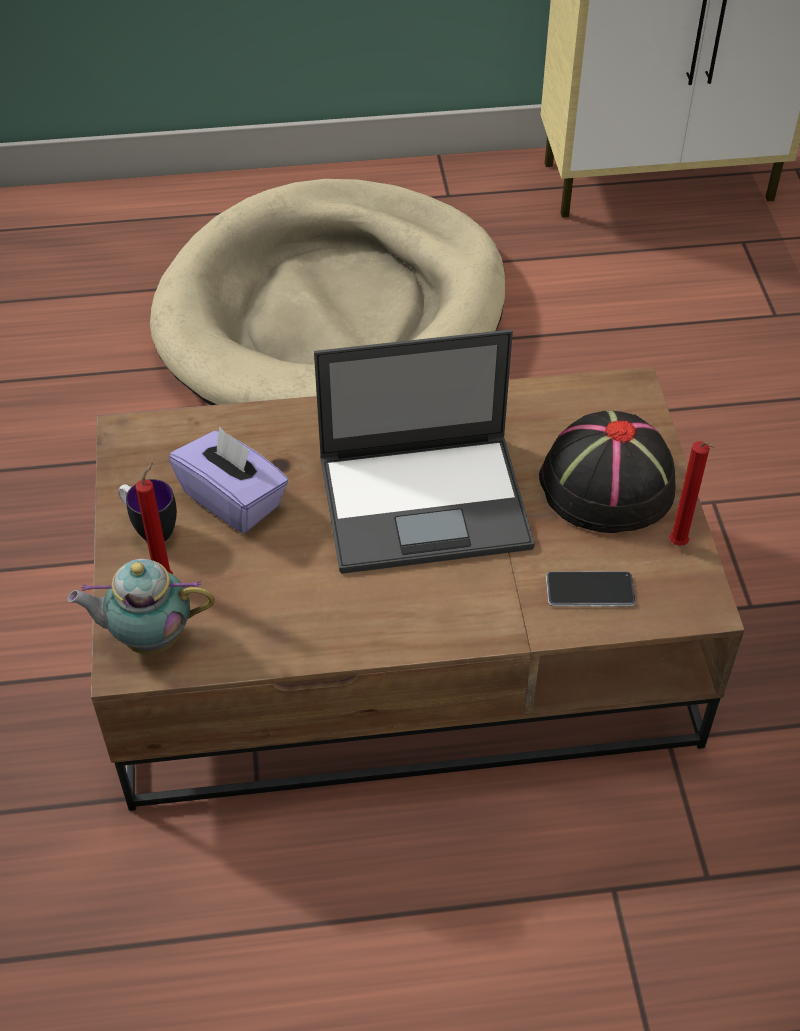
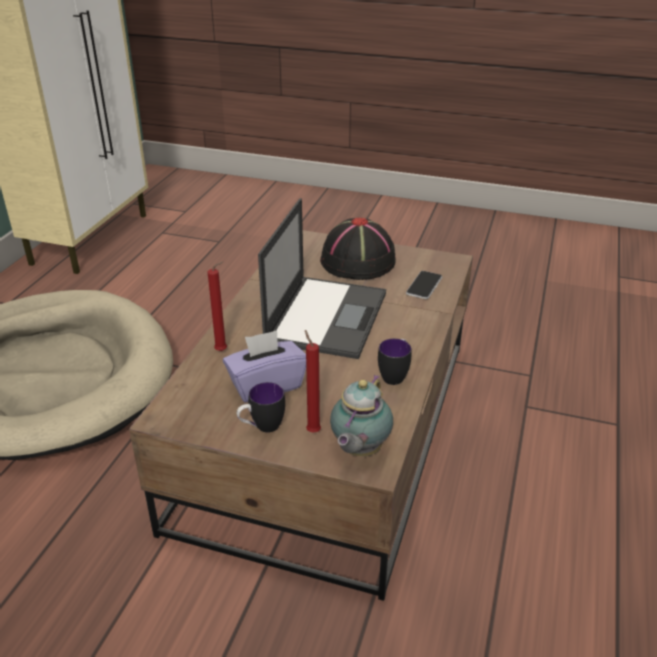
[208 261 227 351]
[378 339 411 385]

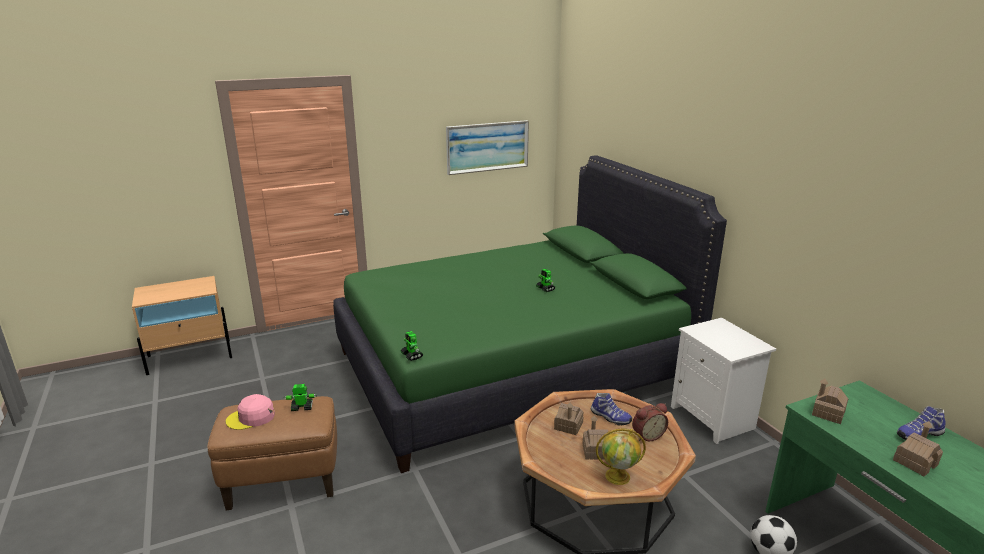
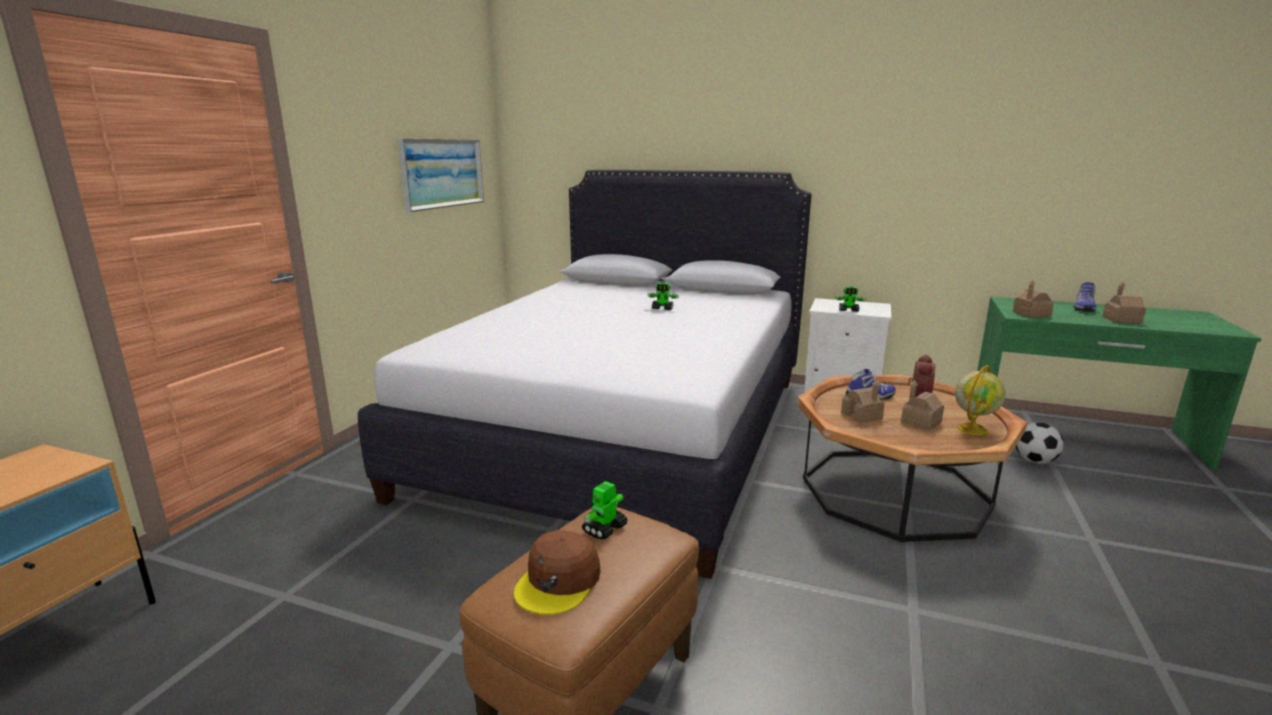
[358 170 812 579]
[514 530 601 615]
[835 286 866 312]

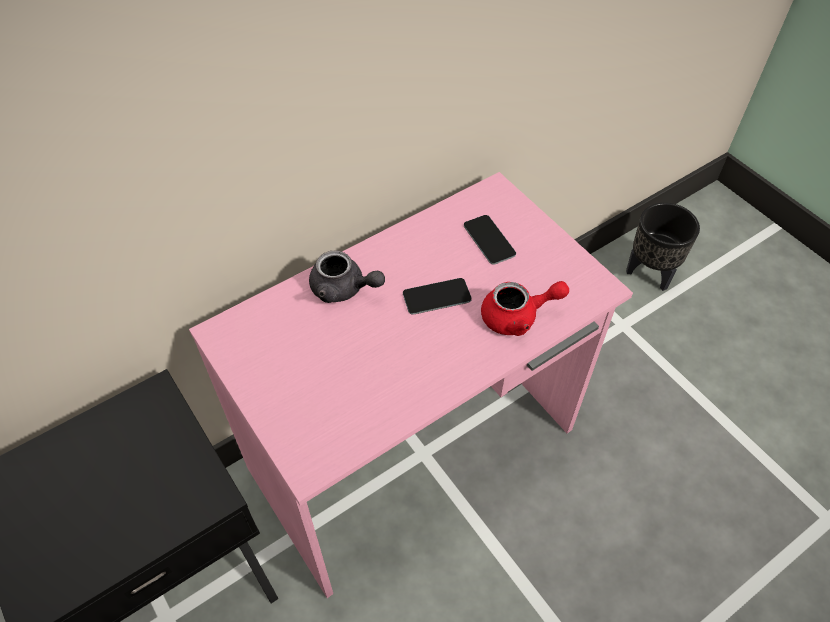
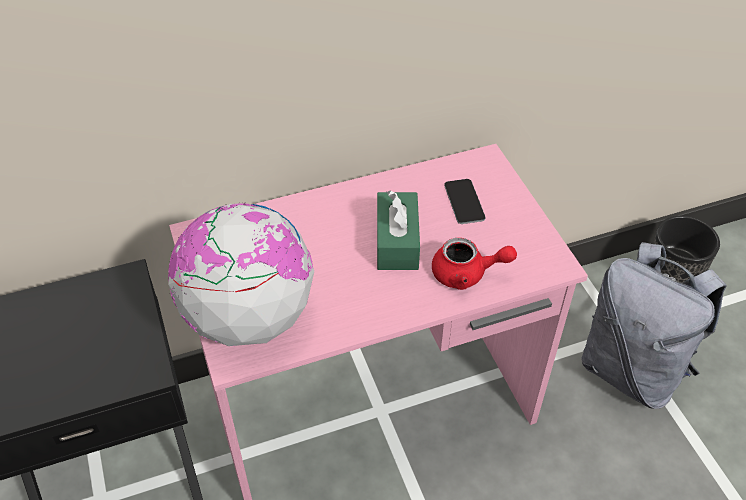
[168 204 314 346]
[377 190 420 270]
[581 242 727 409]
[309 251 385 303] (first image)

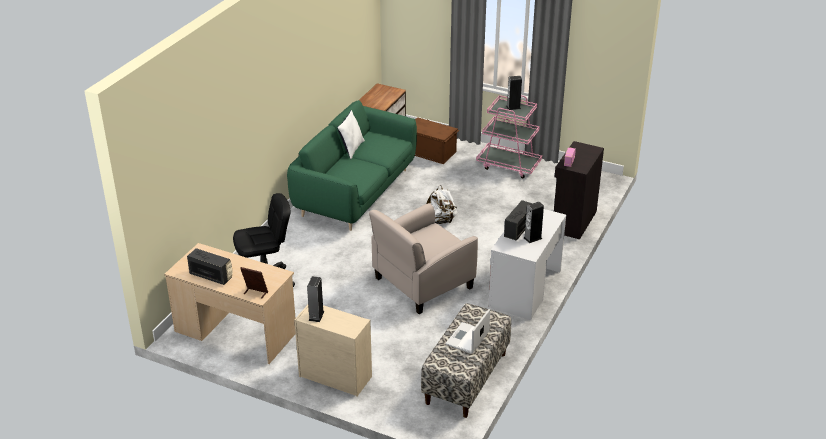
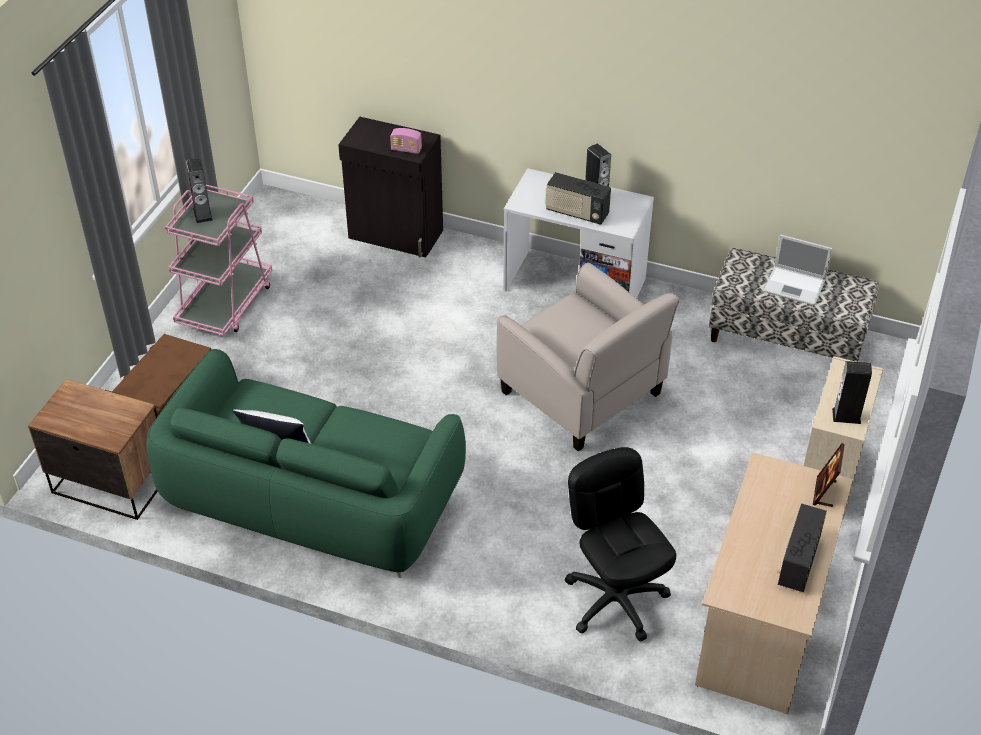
[426 186 458 224] (first image)

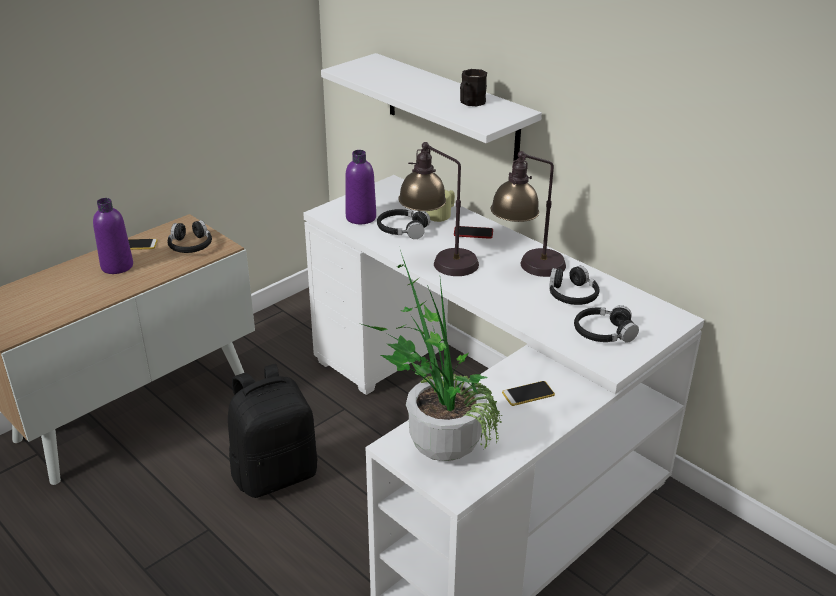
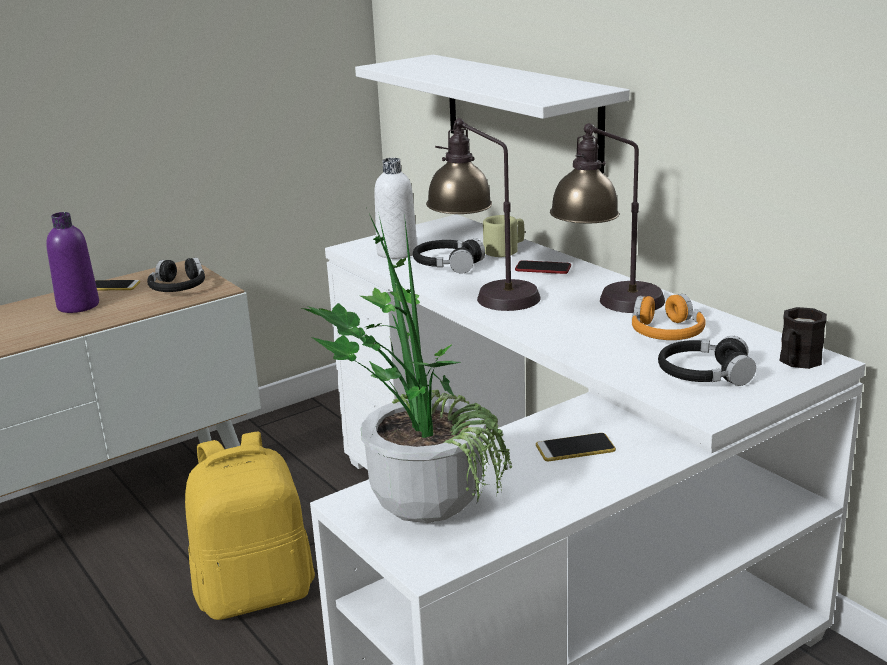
[185 432 315 620]
[374 158 417 259]
[632 294 706 340]
[780 307 827 369]

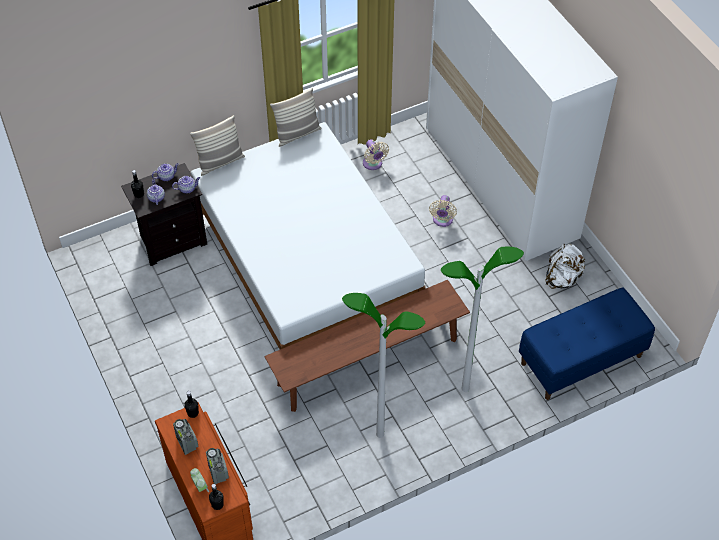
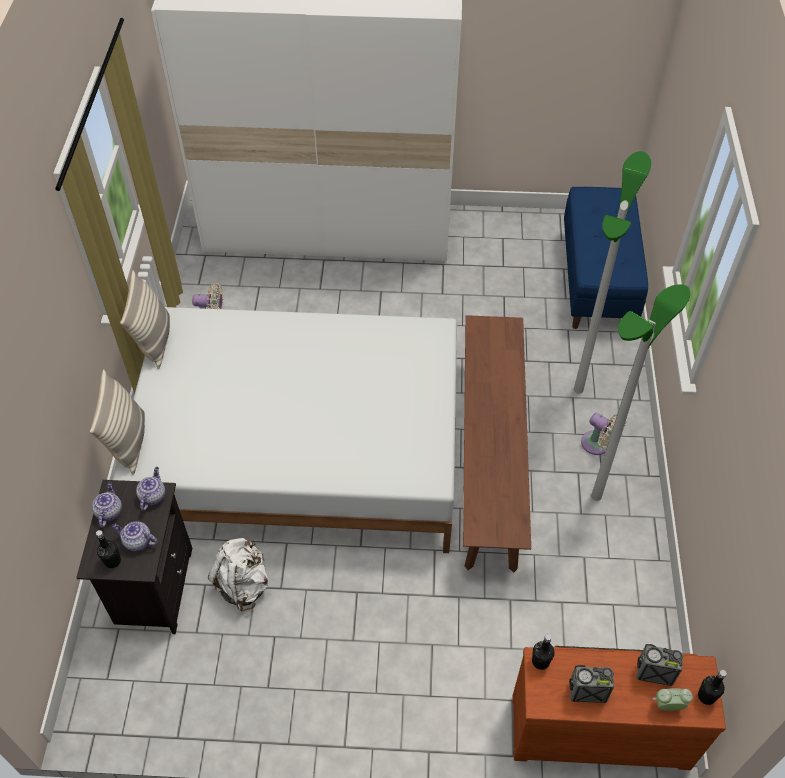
[208 538 268 612]
[581 413 627 455]

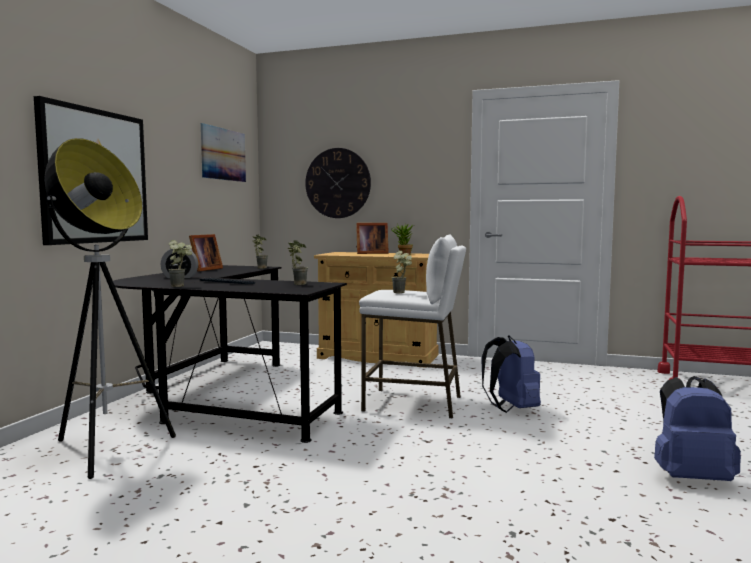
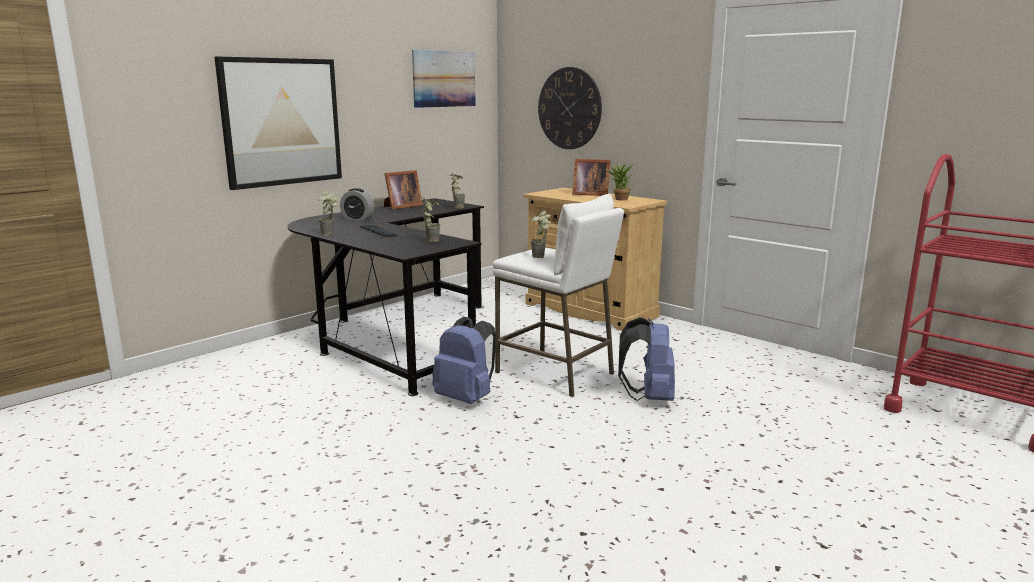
[432 316 496 404]
[44 138 176 479] (first image)

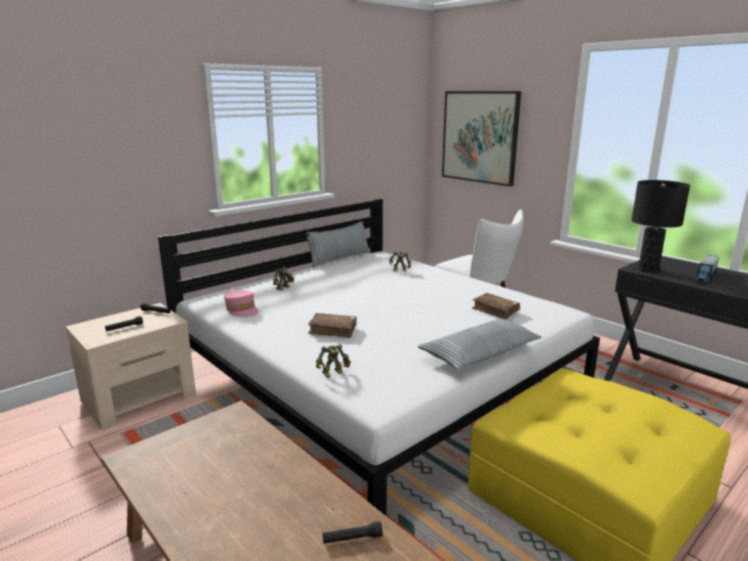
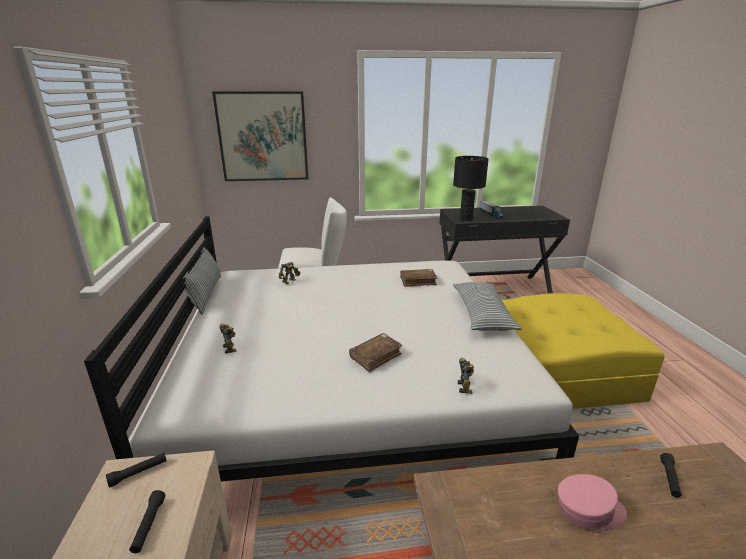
[558 474 627 531]

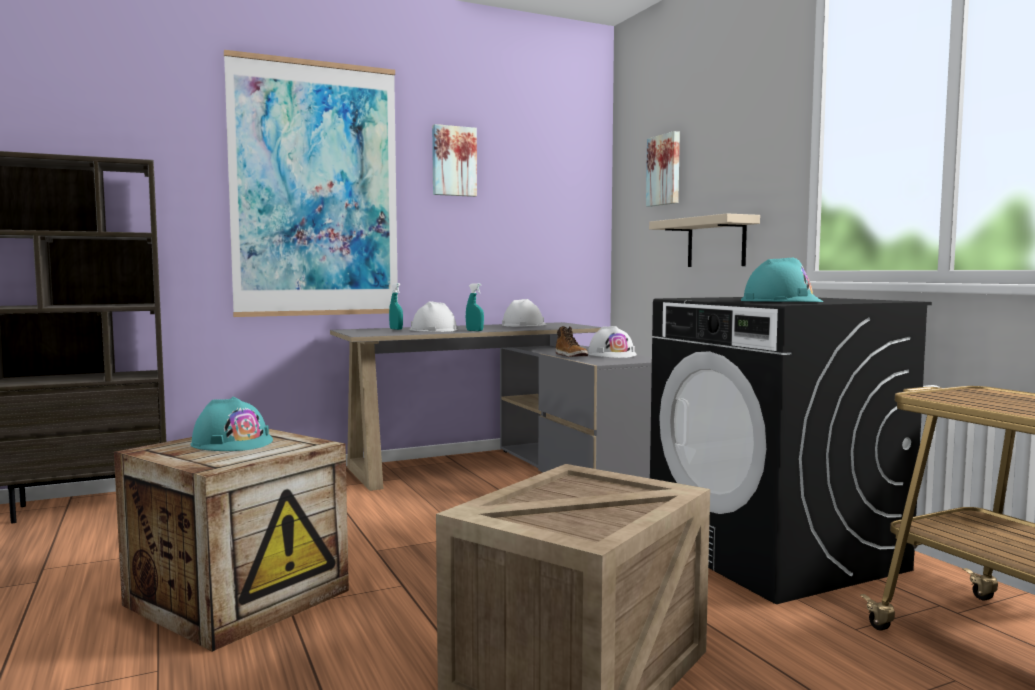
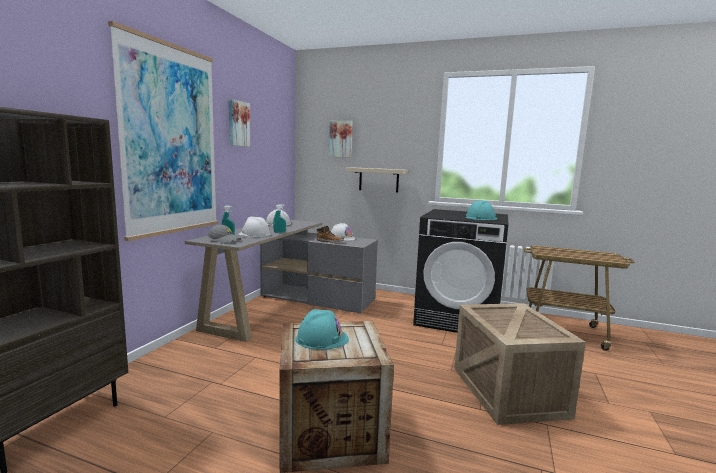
[208 225 241 244]

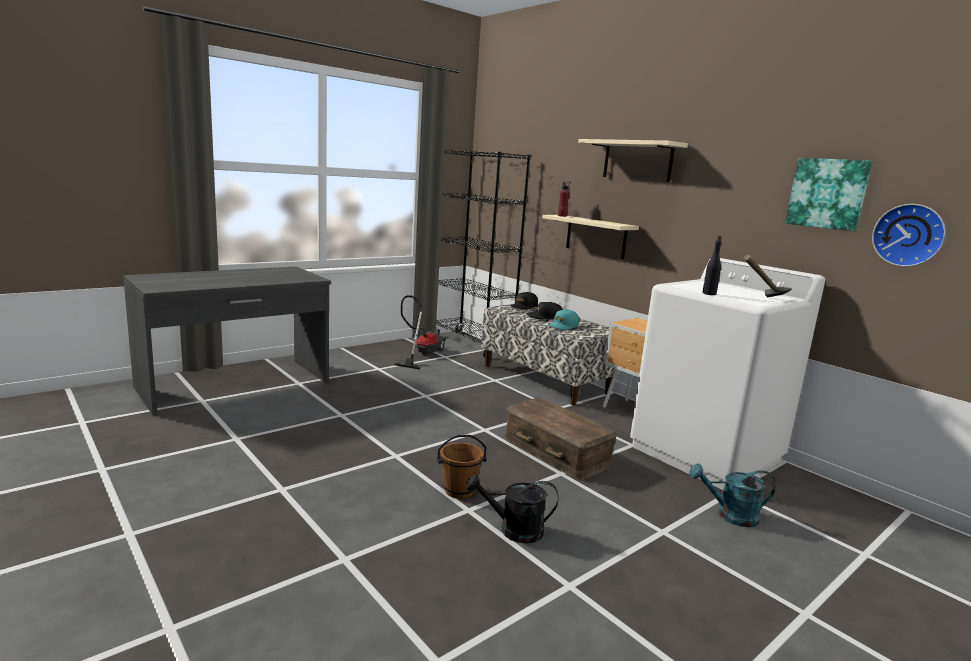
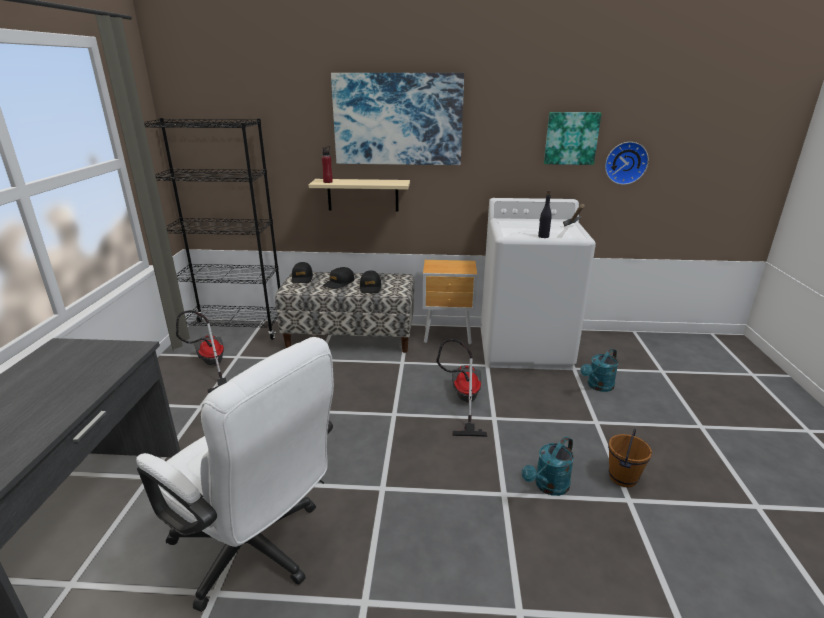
[136 337 334 612]
[331 73 464 165]
[360 270 381 293]
[436 339 488 437]
[522 436 574 496]
[608 429 652 487]

